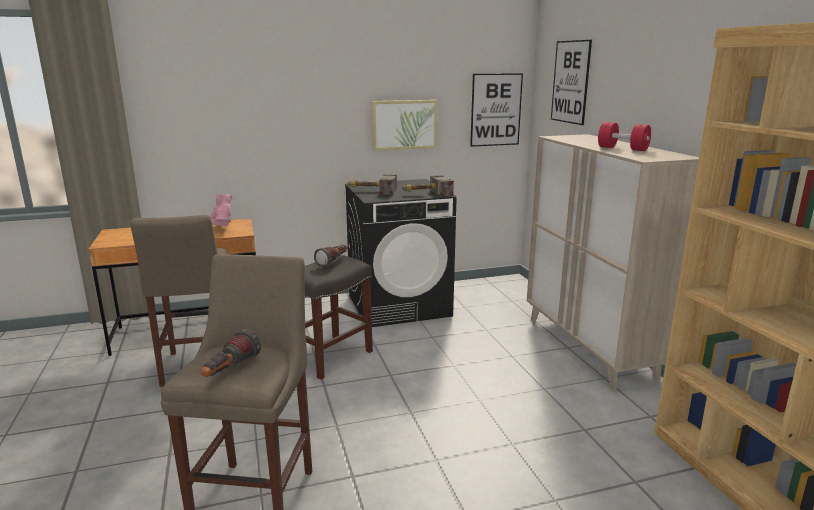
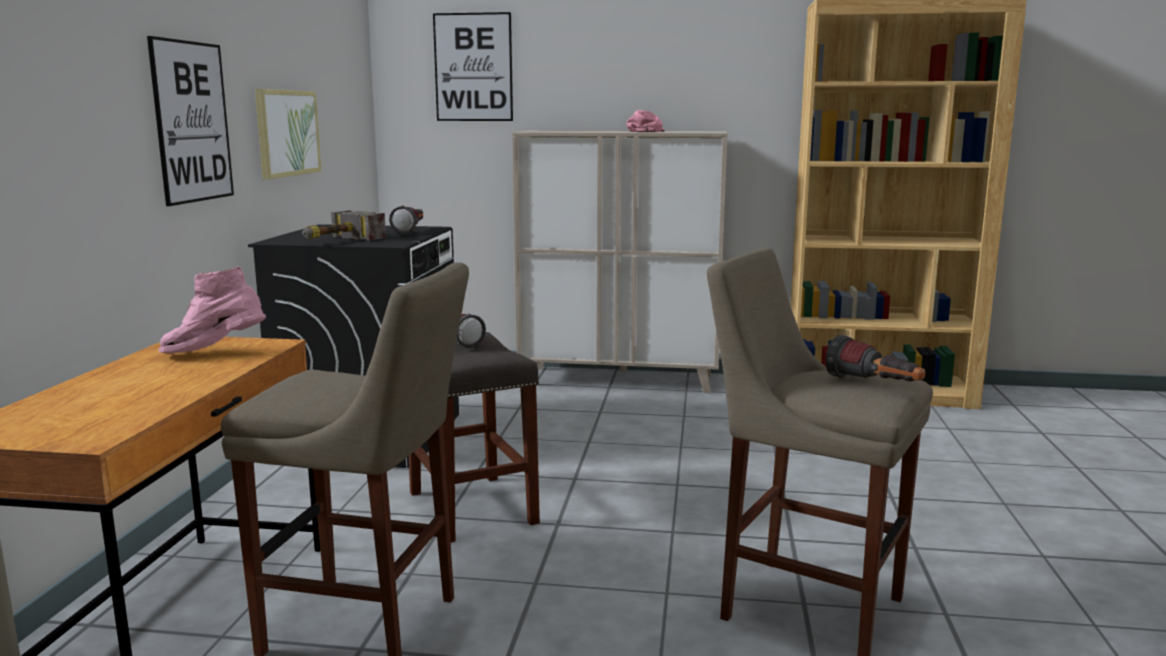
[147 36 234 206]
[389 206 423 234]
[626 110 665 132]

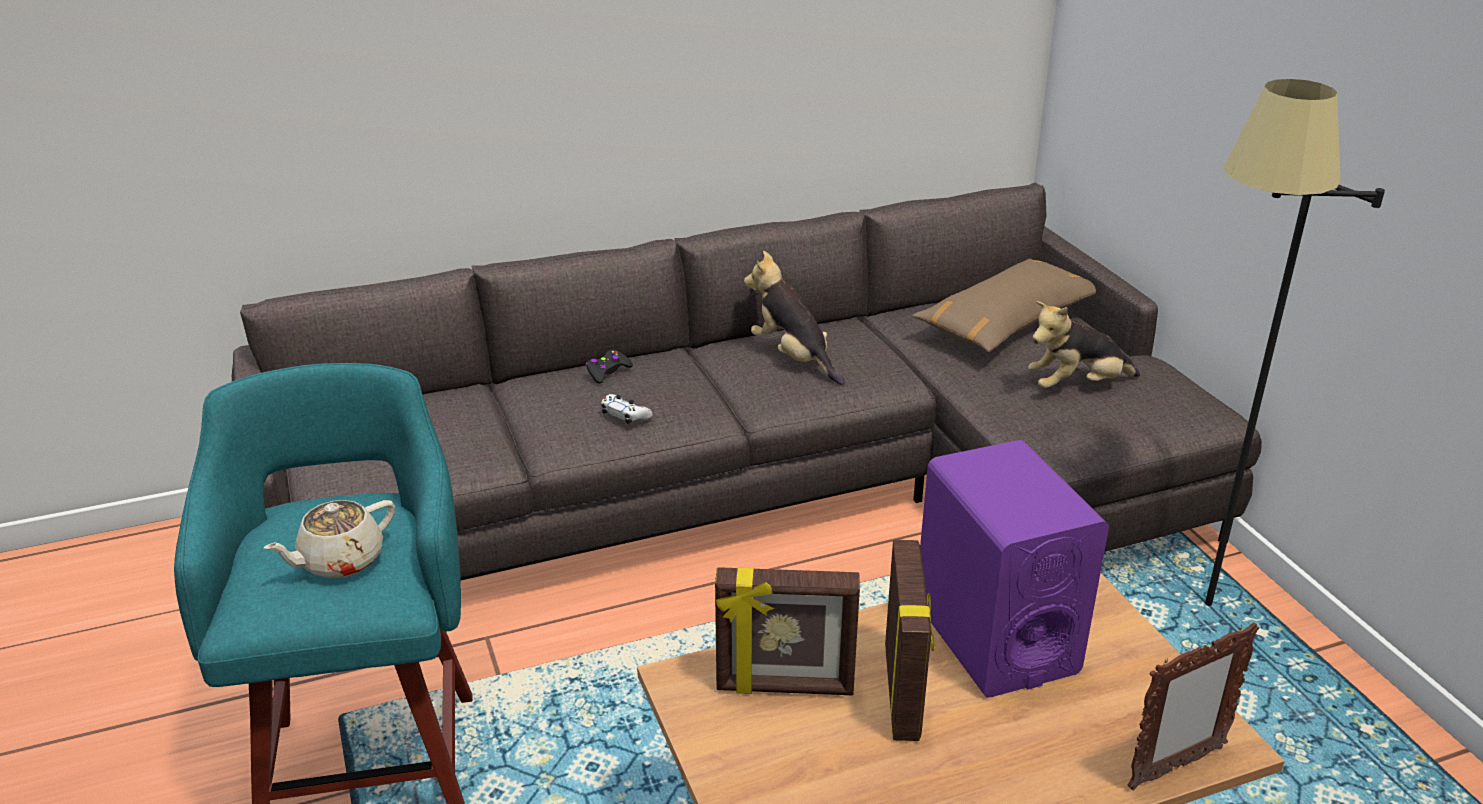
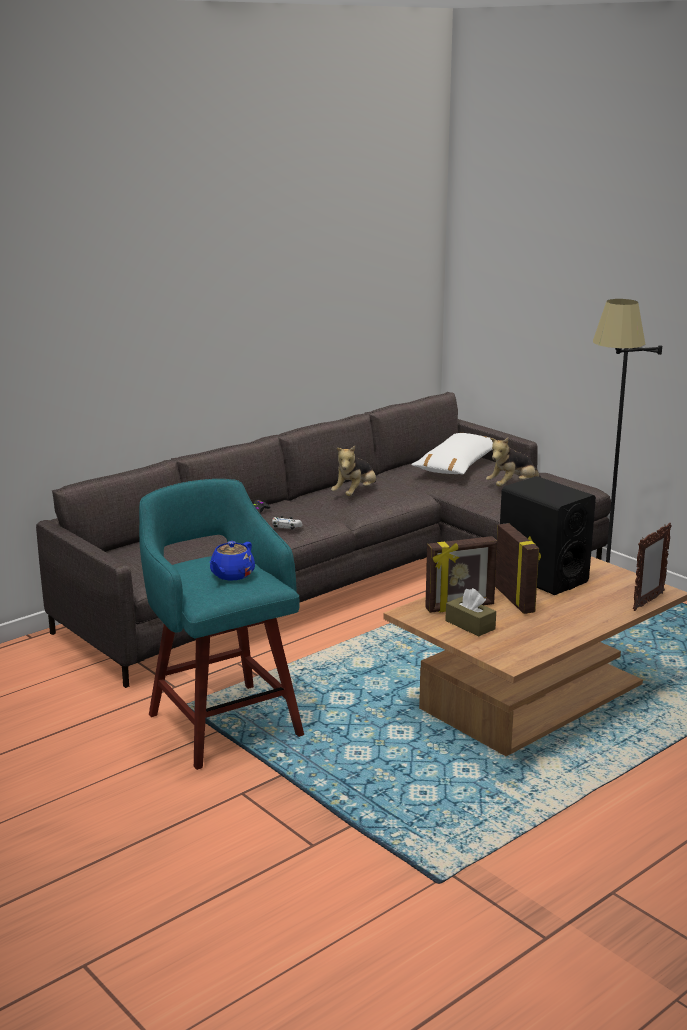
[210 541 255 580]
[331 446 376 496]
[411 433 493 474]
[445 588 496 636]
[500 476 596 595]

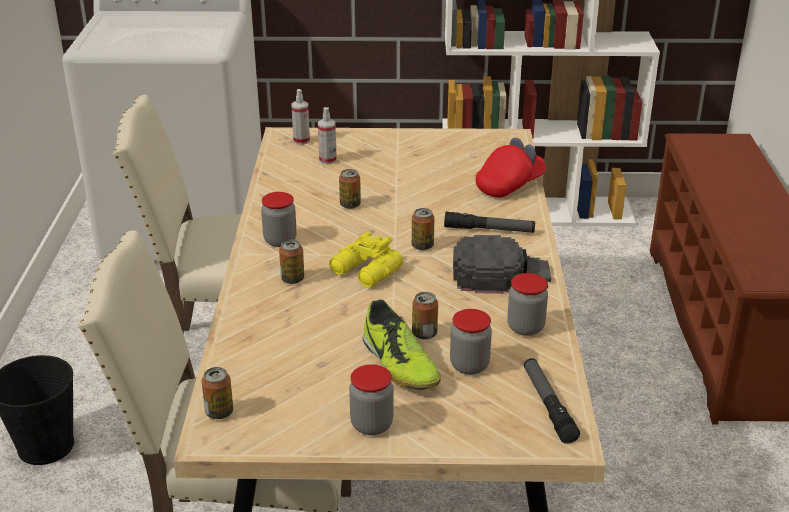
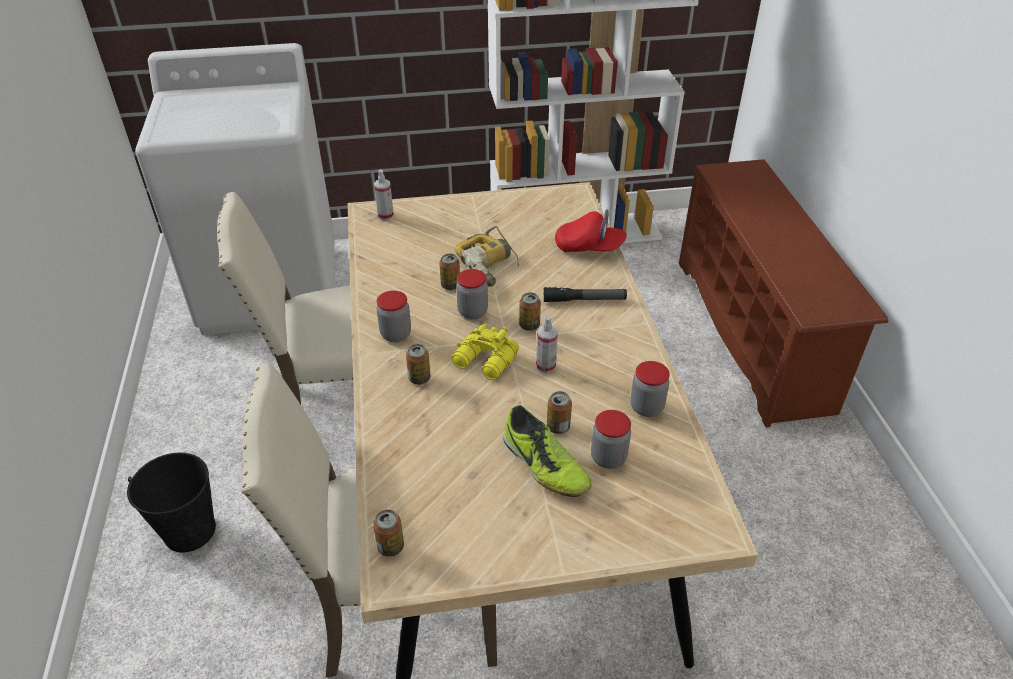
[455 226 519 287]
[456 269 488 319]
[536 316 558 373]
[555 209 627 252]
[453 235 551 294] (first image)
[524 358 580 444] (first image)

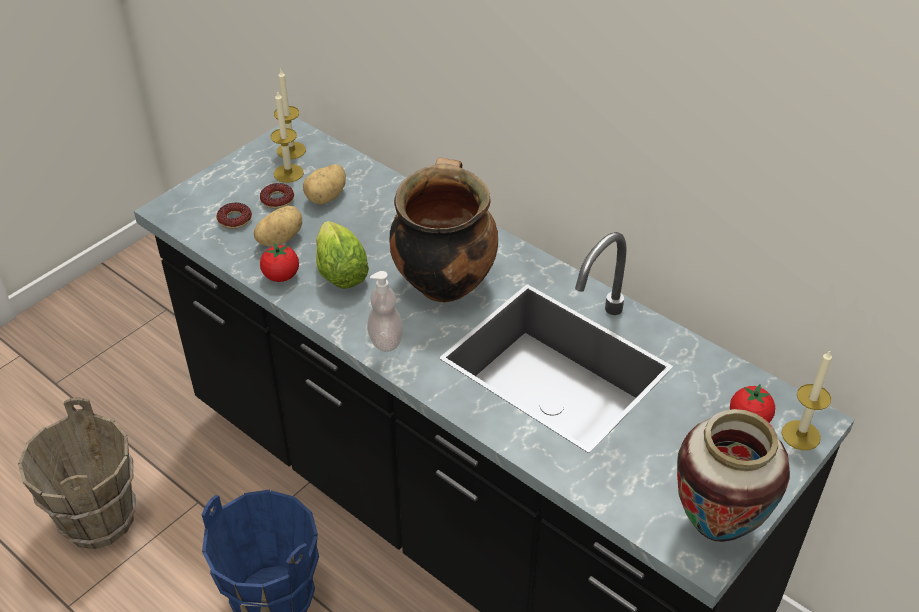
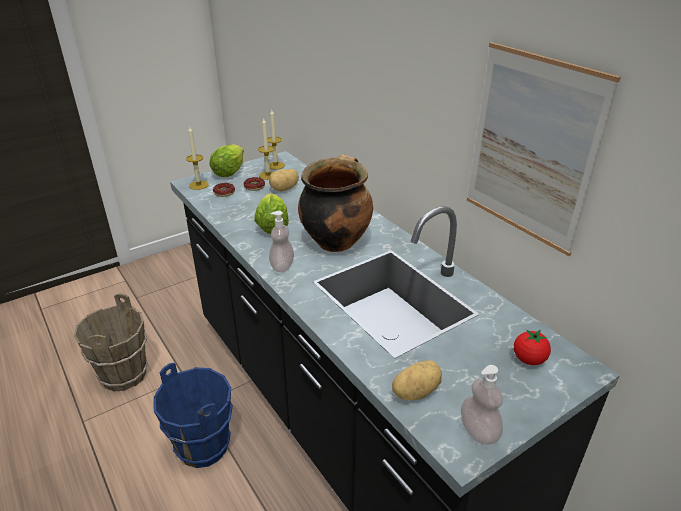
[186 127 209 190]
[210 144 244 177]
[392 360 442 400]
[461 365 503 445]
[467 42 621 256]
[260 242 299 282] (first image)

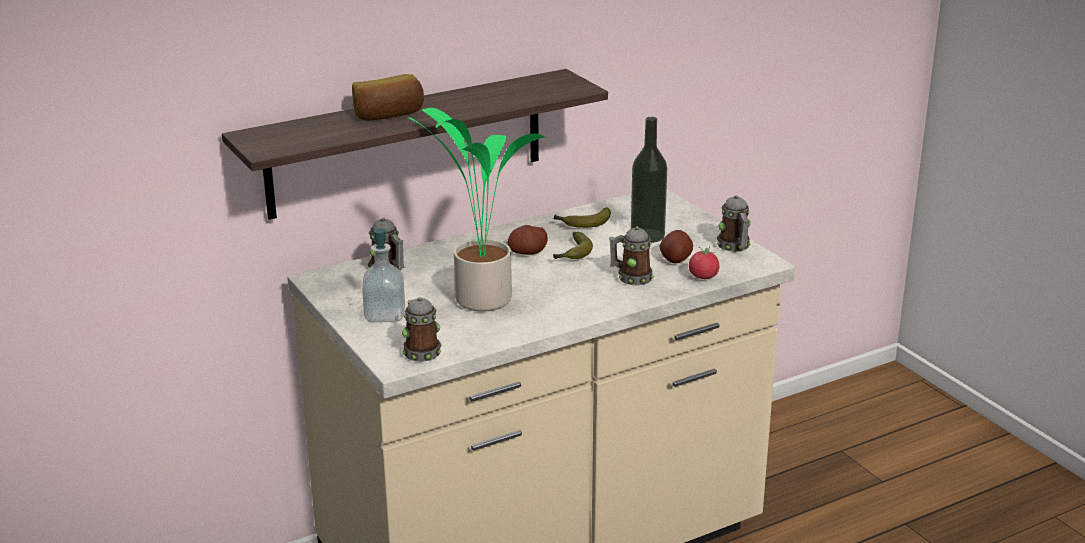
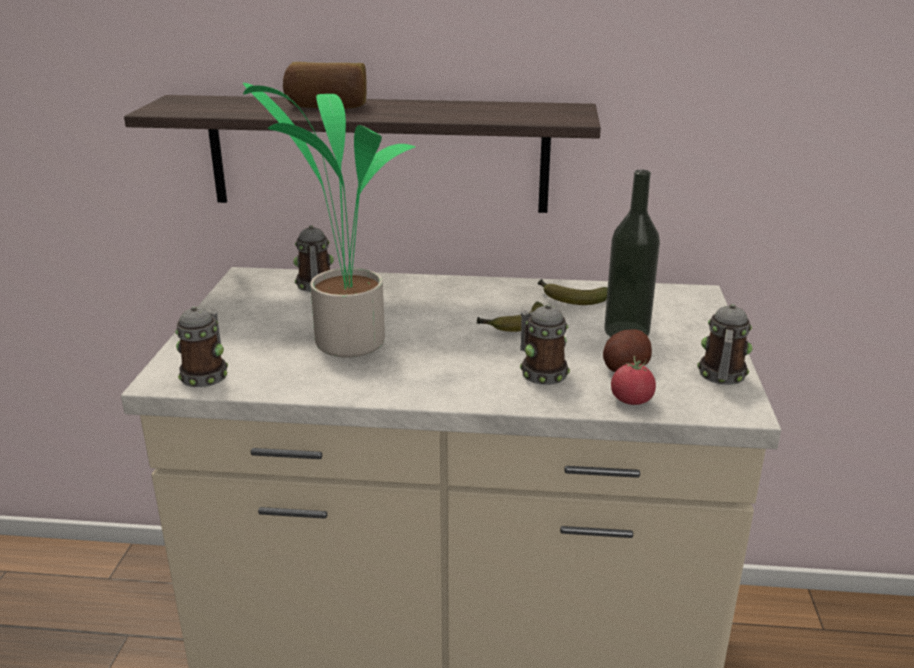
[362 228 405 322] (first image)
[508 225 548 255] (first image)

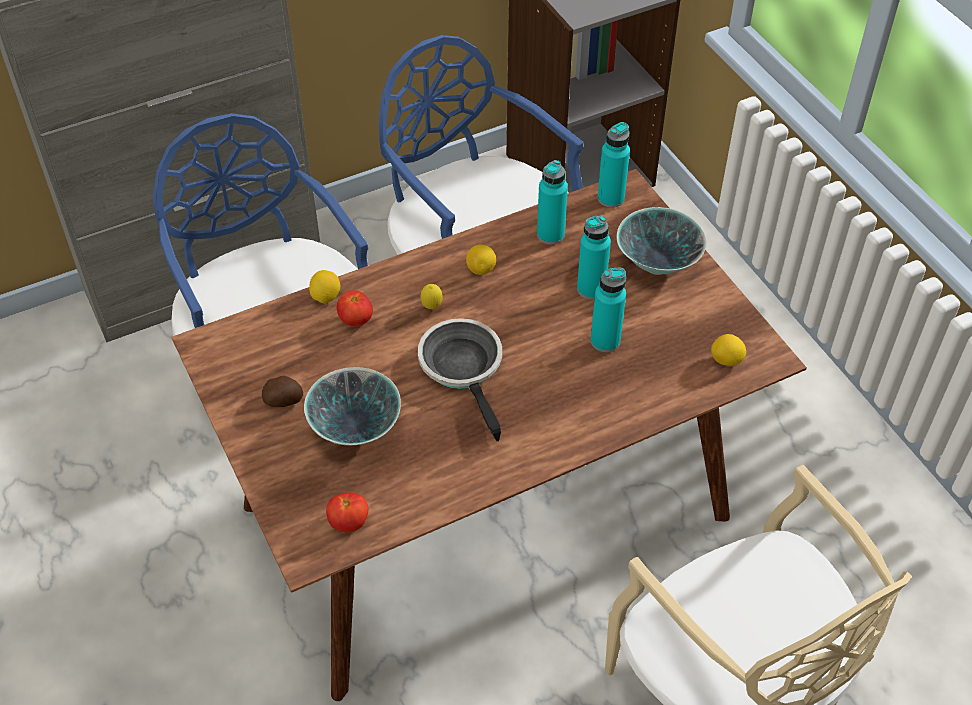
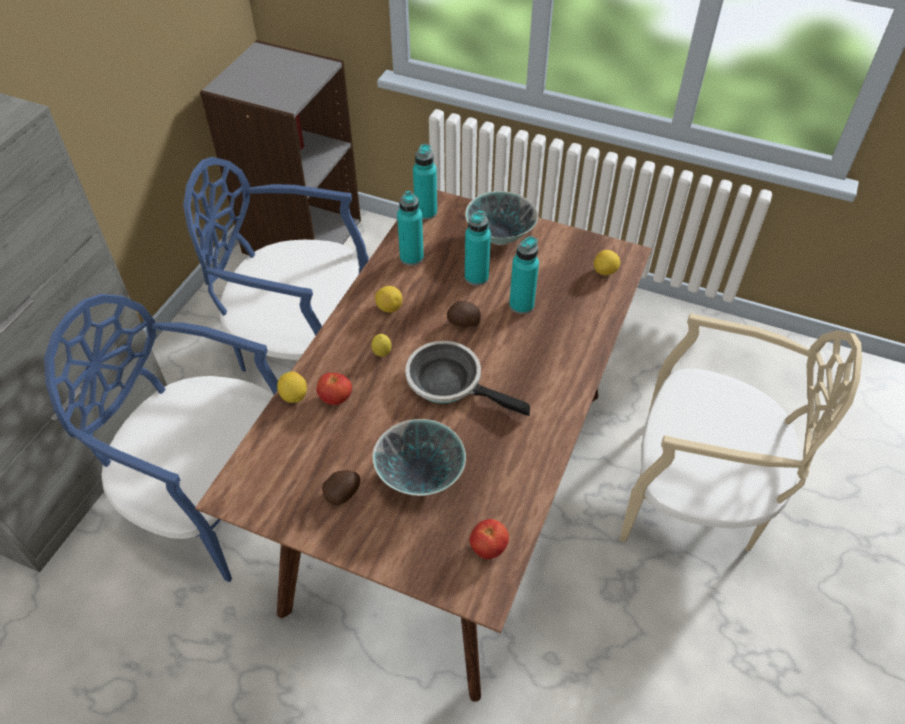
[447 301 481 327]

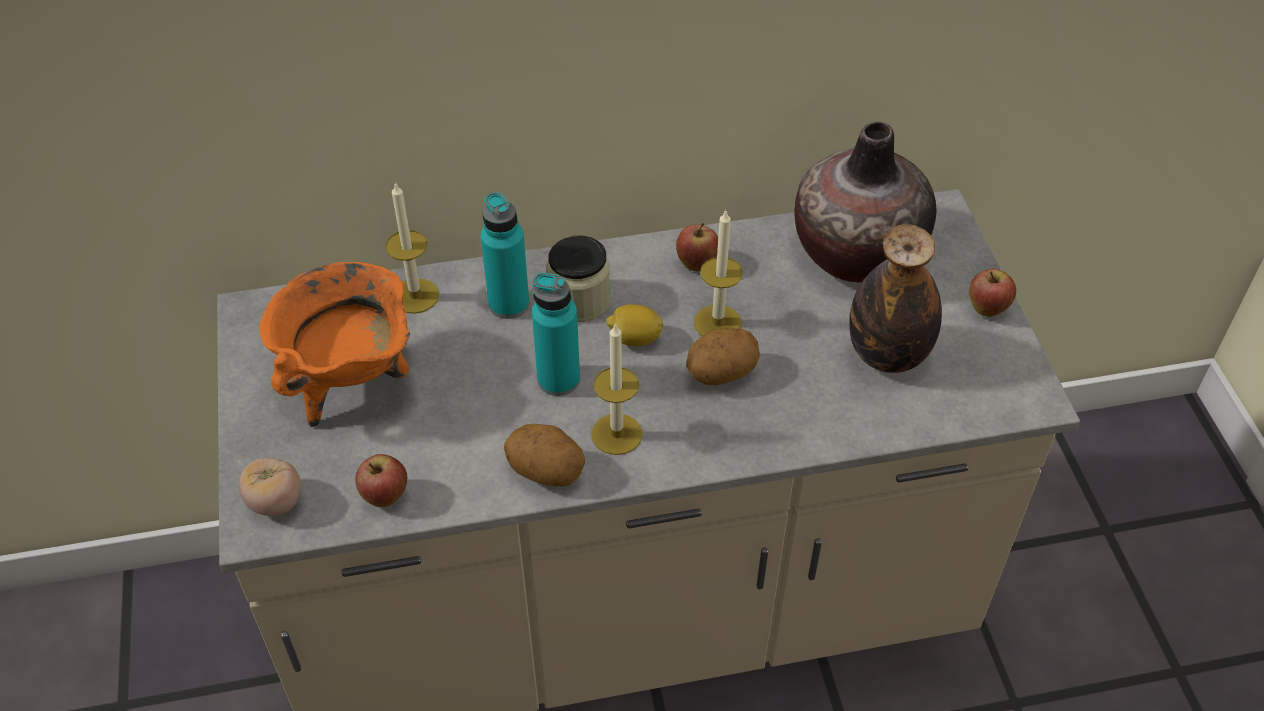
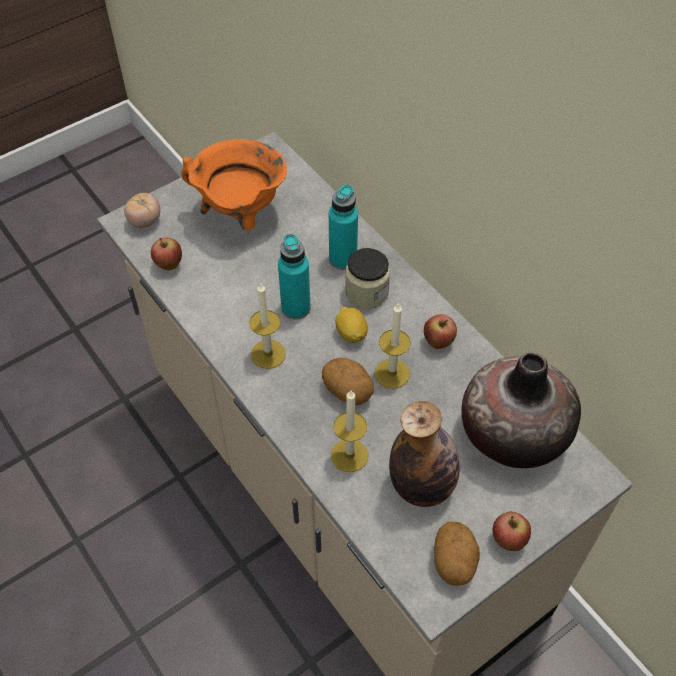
[331 391 368 472]
[434 521 480 586]

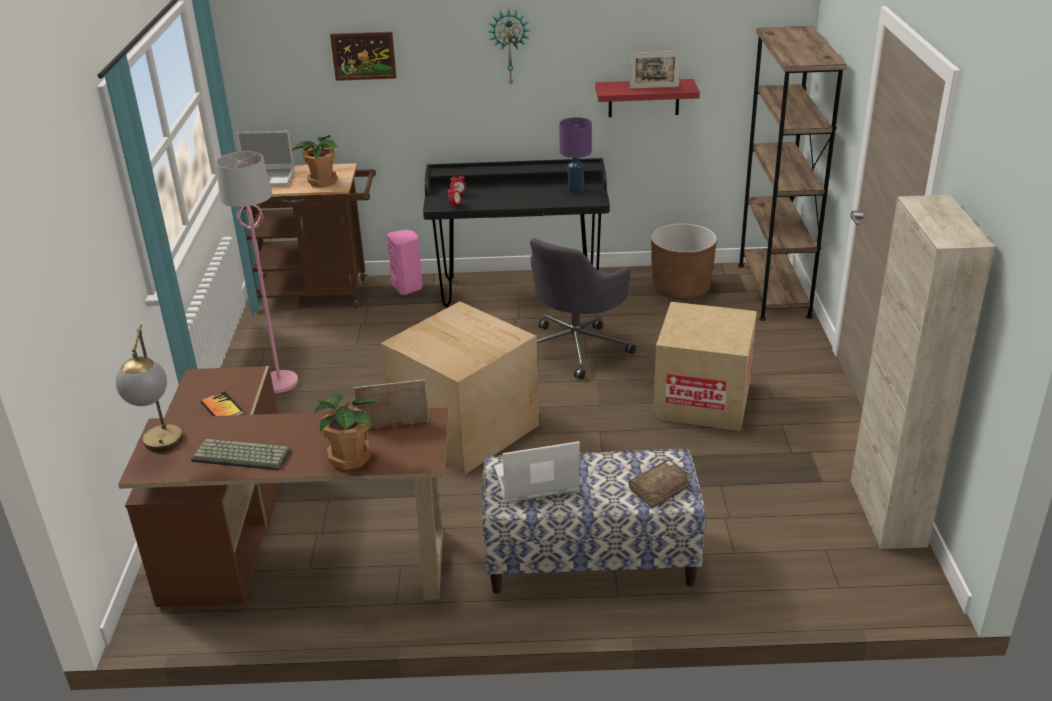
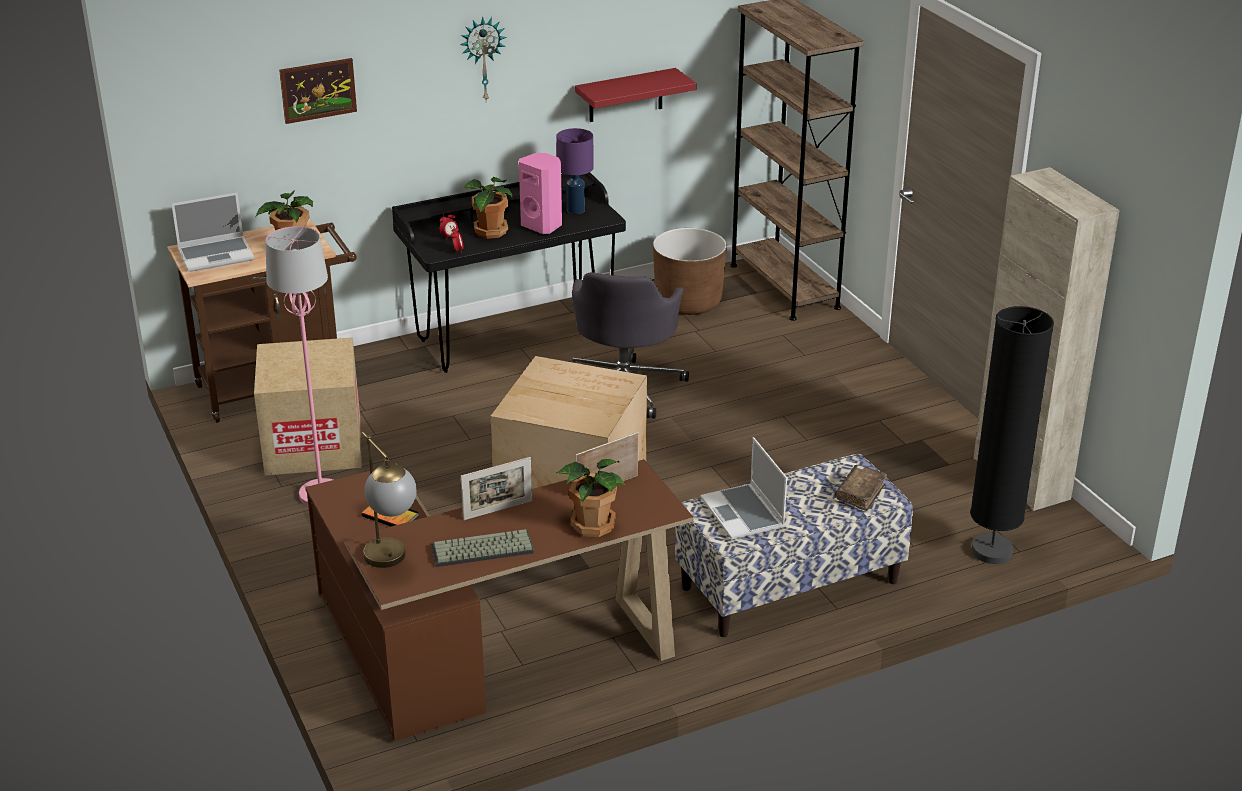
[254 337 362 475]
[461 457 532 520]
[464 177 512 239]
[519 153 562 234]
[700 437 787 540]
[970 306 1054 564]

